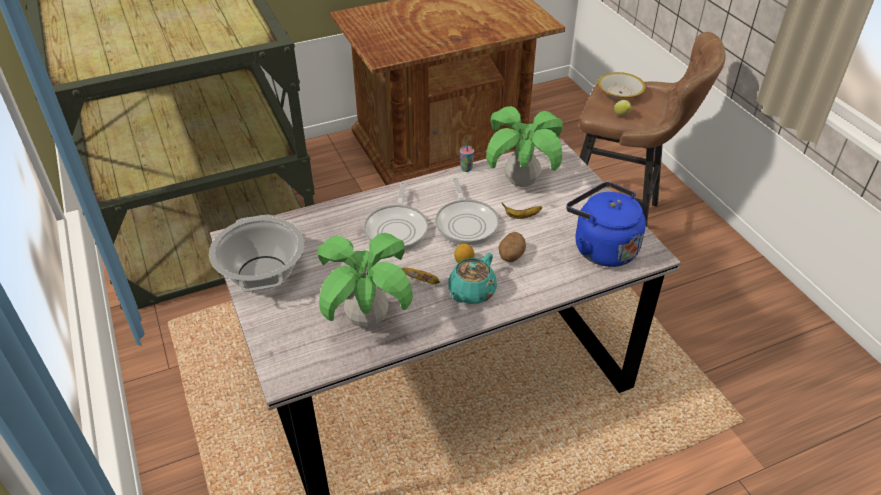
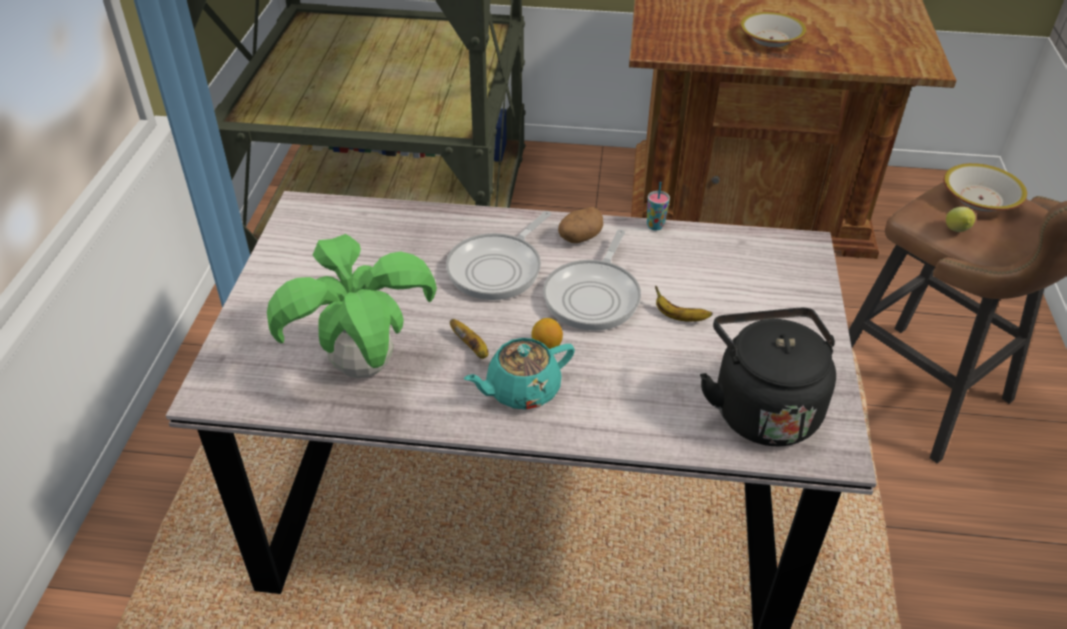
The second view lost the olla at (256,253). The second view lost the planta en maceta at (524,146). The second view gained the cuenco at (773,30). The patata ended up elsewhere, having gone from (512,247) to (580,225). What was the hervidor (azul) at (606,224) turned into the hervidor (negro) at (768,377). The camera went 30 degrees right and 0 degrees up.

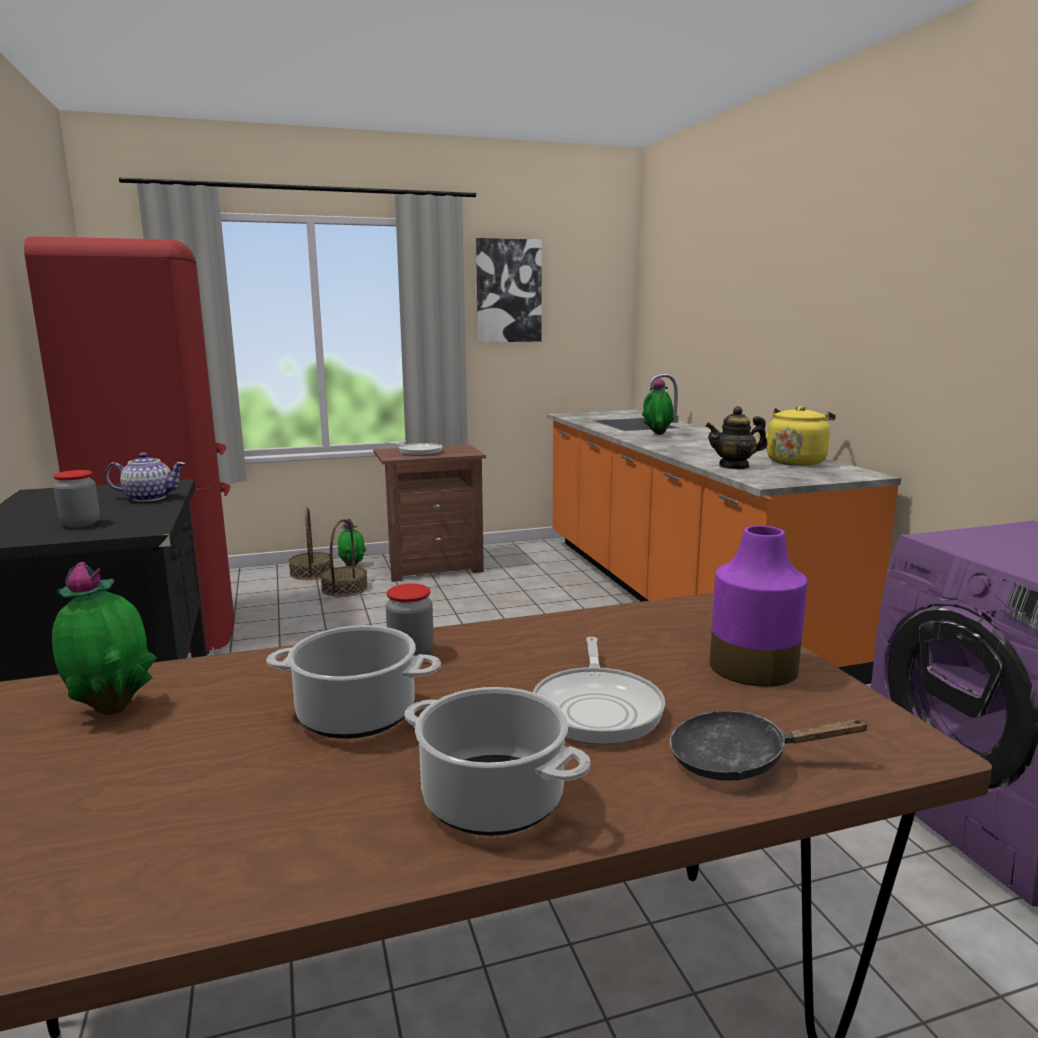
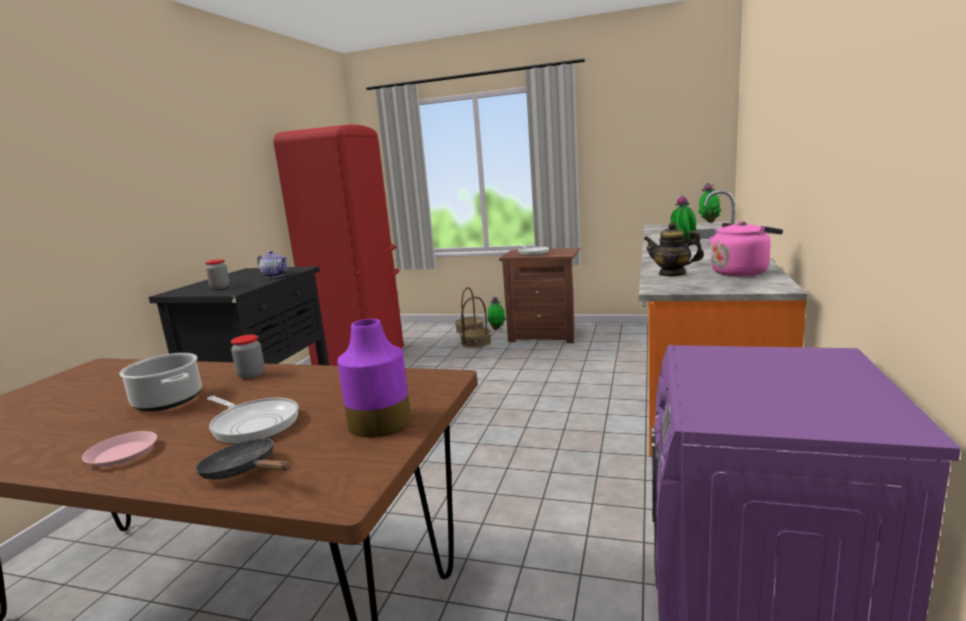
The second view lost the cuadro at (509,290). The planta en maceta ended up elsewhere, having gone from (104,638) to (710,203). Where the olla stood at (497,761), the plato (rosa) came to stand at (119,449). What was the hervidor (amarillo) at (797,436) turned into the hervidor (rosa) at (746,249). The sartén at (599,690) ended up facing another way, 90 degrees counterclockwise from before. The camera went 35 degrees right and 0 degrees up.

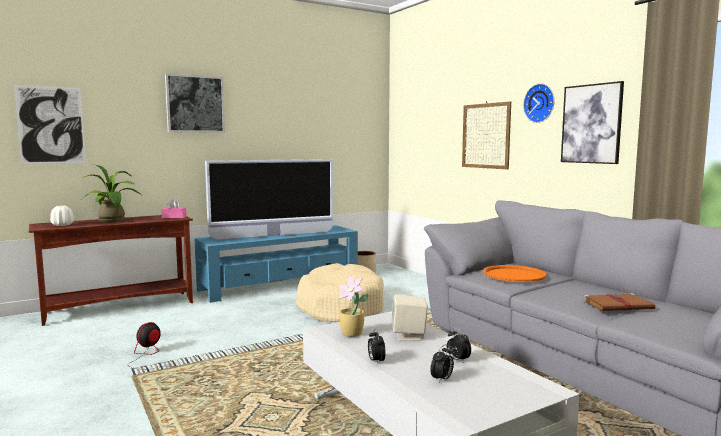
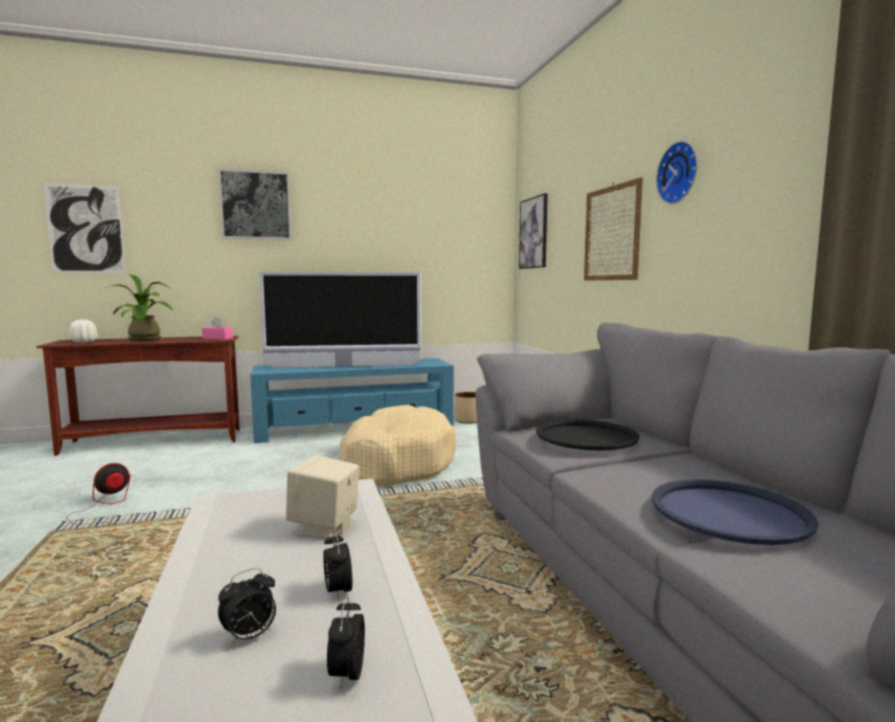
The second view lost the planta en maceta at (353,306). The despertador ended up elsewhere, having gone from (377,347) to (346,643). The cuadro ended up elsewhere, having gone from (592,122) to (533,231). Where the libro (marrón) stood at (619,302), the bandeja (azul) came to stand at (735,512). What was the bandeja (naranja) at (515,273) turned into the bandeja (negro) at (588,435). The camera went 15 degrees right and 0 degrees up.

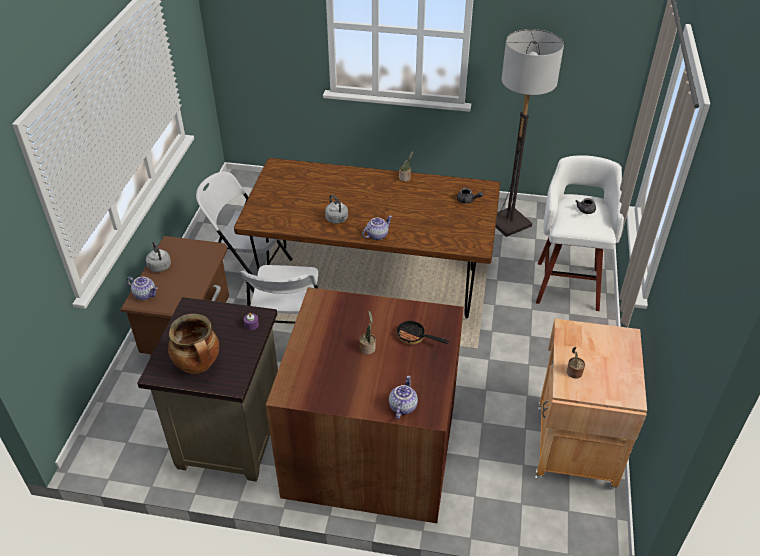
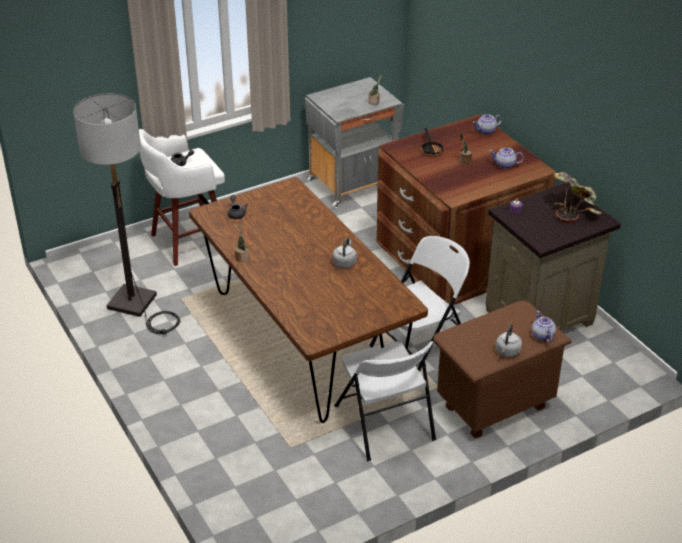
The tetera ended up elsewhere, having gone from (377,228) to (506,158). Where the olla stood at (194,344), the planta en maceta came to stand at (577,197). What was the carrito (marrón) at (591,404) turned into the carrito (gris) at (354,142). The camera went 130 degrees left and 5 degrees down.

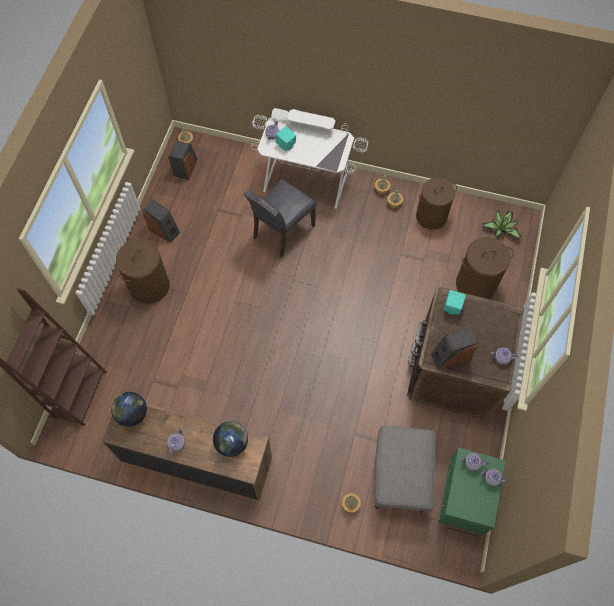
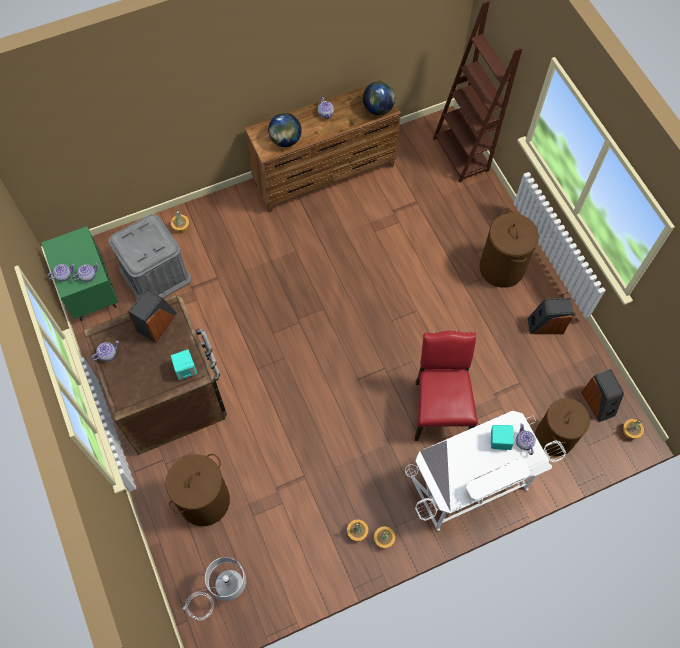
The cesto de la ropa (marrón) ended up elsewhere, having gone from (436,204) to (562,427). Where the puf (gris) stood at (404,469), the caja de almacenaje (gris) came to stand at (150,256). Where the planta en maceta stood at (502,225), the lámpara de mesa (gris) came to stand at (214,588). What was the silla (gris) at (279,218) turned into the silla (rojo) at (446,386). The camera went 140 degrees right and 0 degrees up.

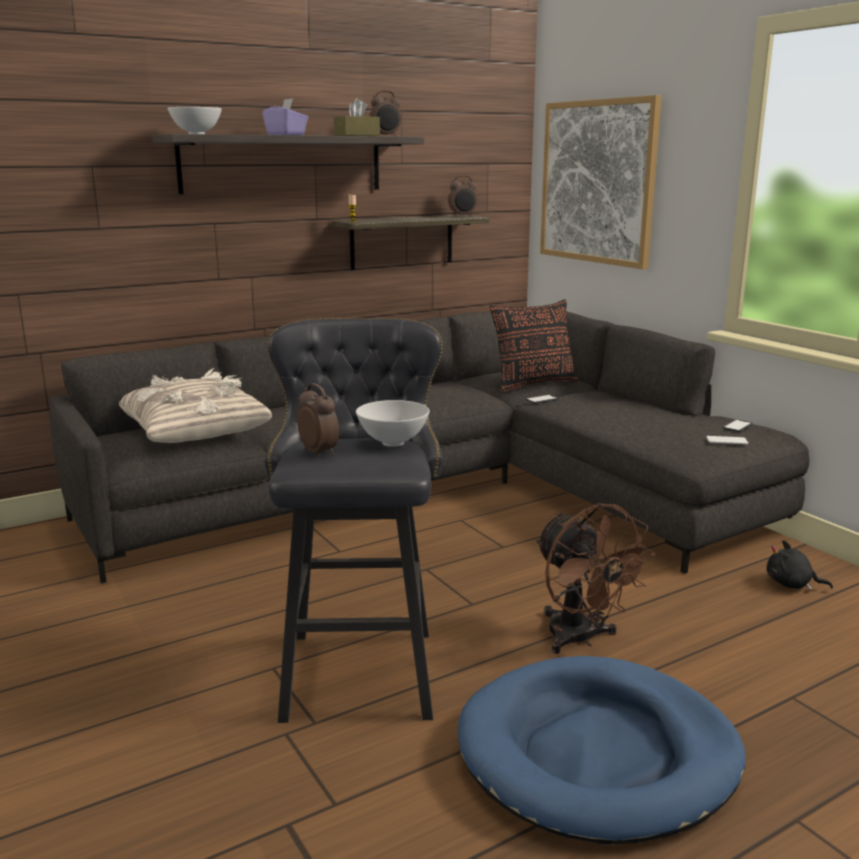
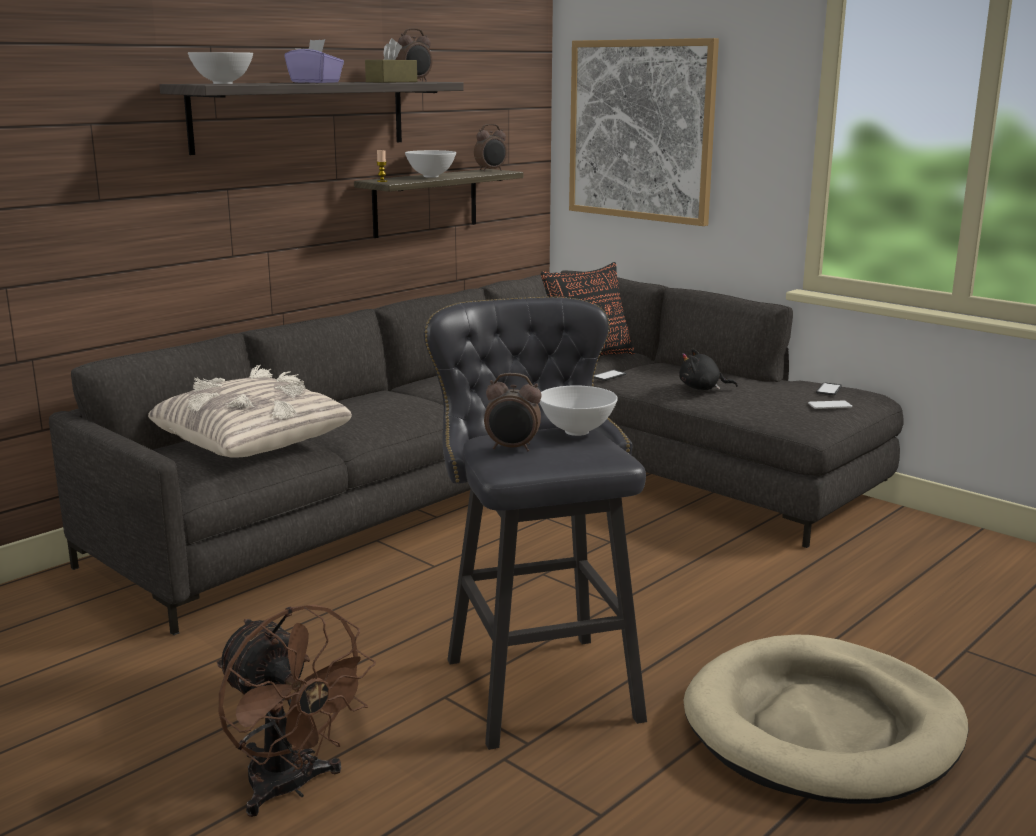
The second view gained the cuenco (blanco) at (430,163). The ventilador (marrón) ended up elsewhere, having gone from (595,578) to (296,711). The peluche (negro) ended up elsewhere, having gone from (799,565) to (708,369). What was the cama para perro (azul) at (602,750) turned into the cama para perro (beis) at (826,719). The despertador at (318,420) ended up facing another way, 150 degrees clockwise from before. The camera went 15 degrees left and 0 degrees up.

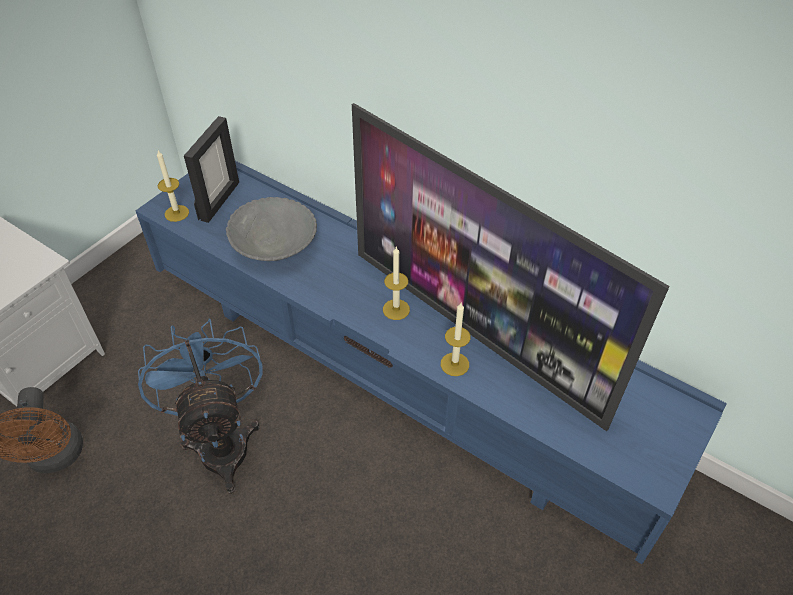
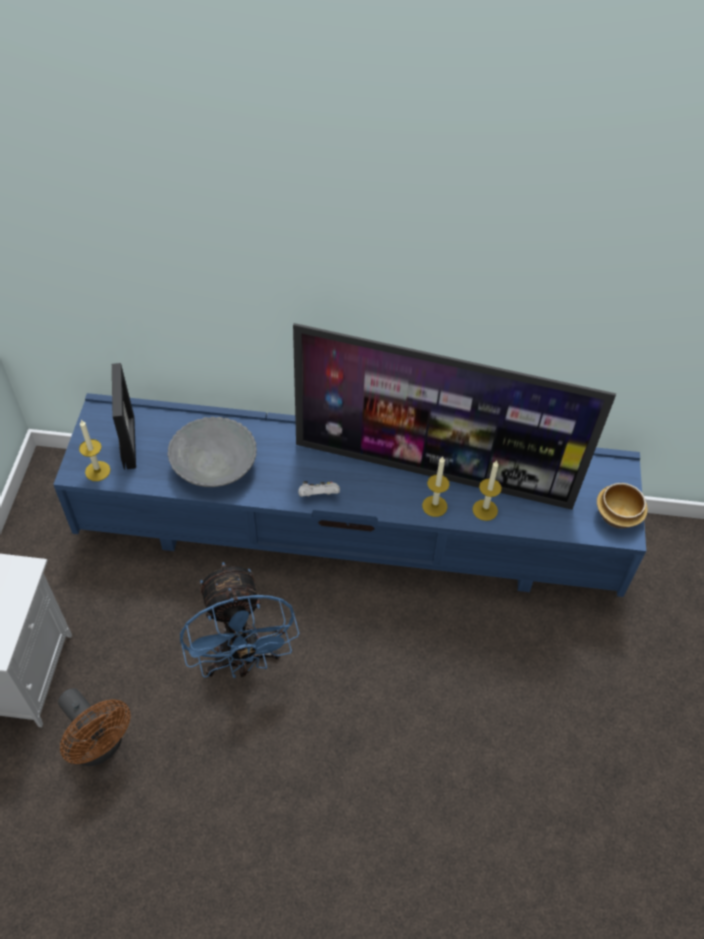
The second view gained the mando de consola (blanco) at (319,489). The second view gained the cuenco at (622,506). The vela ended up elsewhere, having gone from (396,283) to (487,491). The ventilador (azul) at (200,406) ended up facing another way, 150 degrees counterclockwise from before. The camera went 30 degrees left and 5 degrees up.

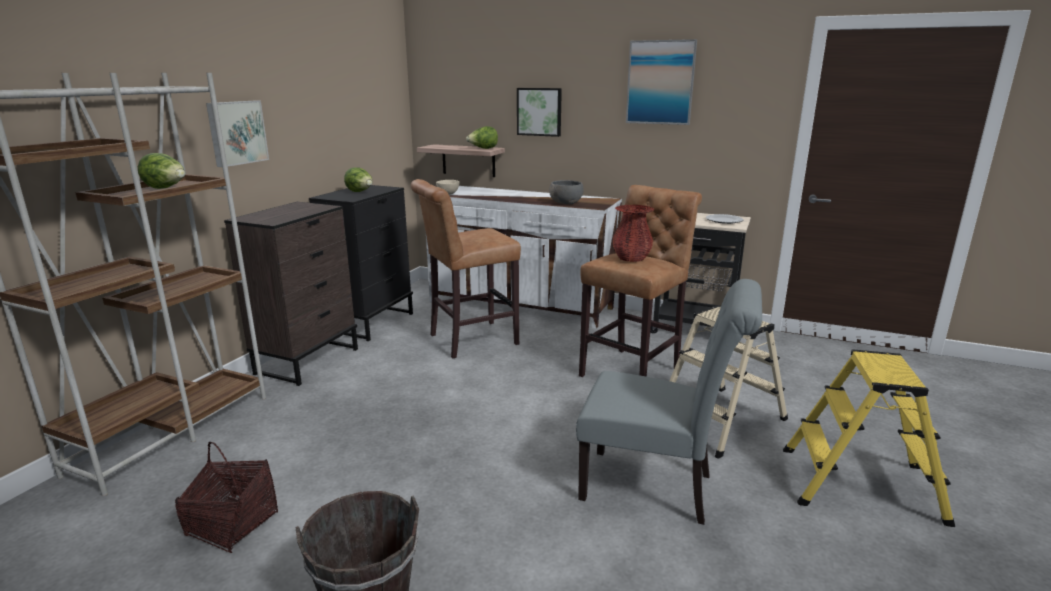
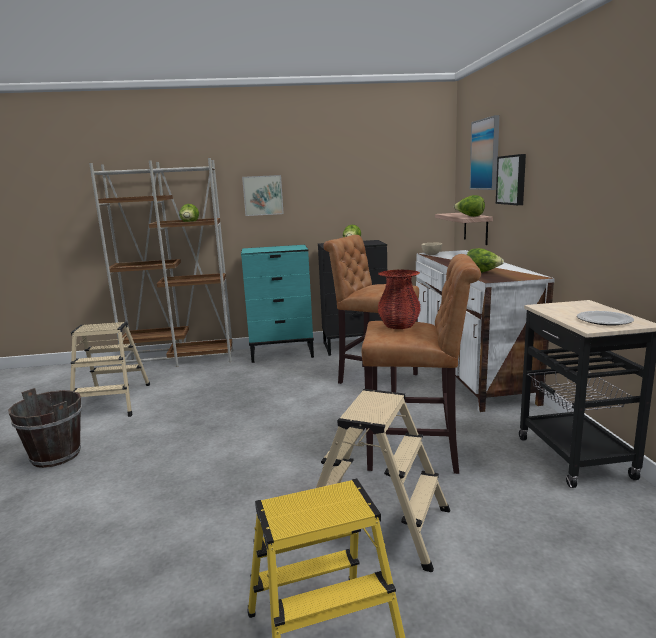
The second view lost the silla (gris) at (669,402). The cuadro ended up elsewhere, having gone from (661,82) to (485,152). Where the cesta stood at (226,497), the escalera de tijera (beis) came to stand at (110,369). Where the cuenco (gris) stood at (566,192), the lechuga came to stand at (485,260). What was the cómoda (marrón) at (291,294) turned into the cómoda (turquesa) at (277,304). The camera went 60 degrees right and 5 degrees down.

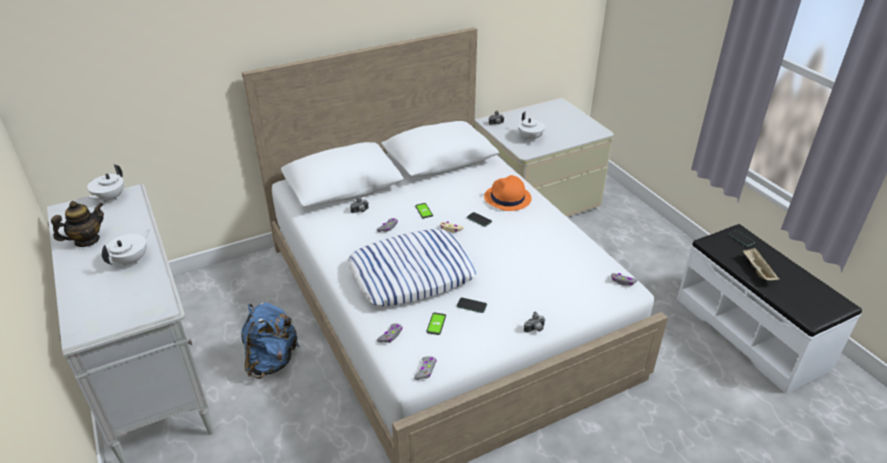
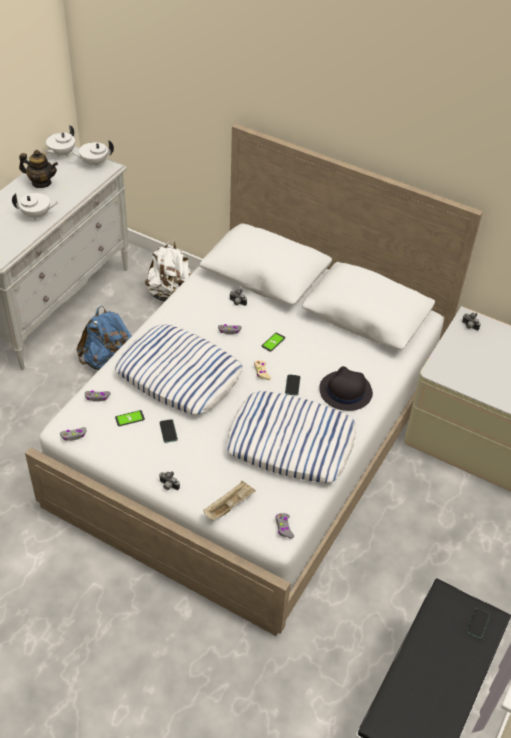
The second view gained the mochila (blanco) at (168,271). The second view gained the cojín at (291,437). The tetera (blanco) ended up elsewhere, having gone from (531,126) to (60,141). The bandeja (beis) ended up elsewhere, having gone from (761,264) to (229,501). What was the sombrero (naranja) at (508,193) turned into the sombrero (negro) at (346,388). The camera went 55 degrees right and 10 degrees up.

